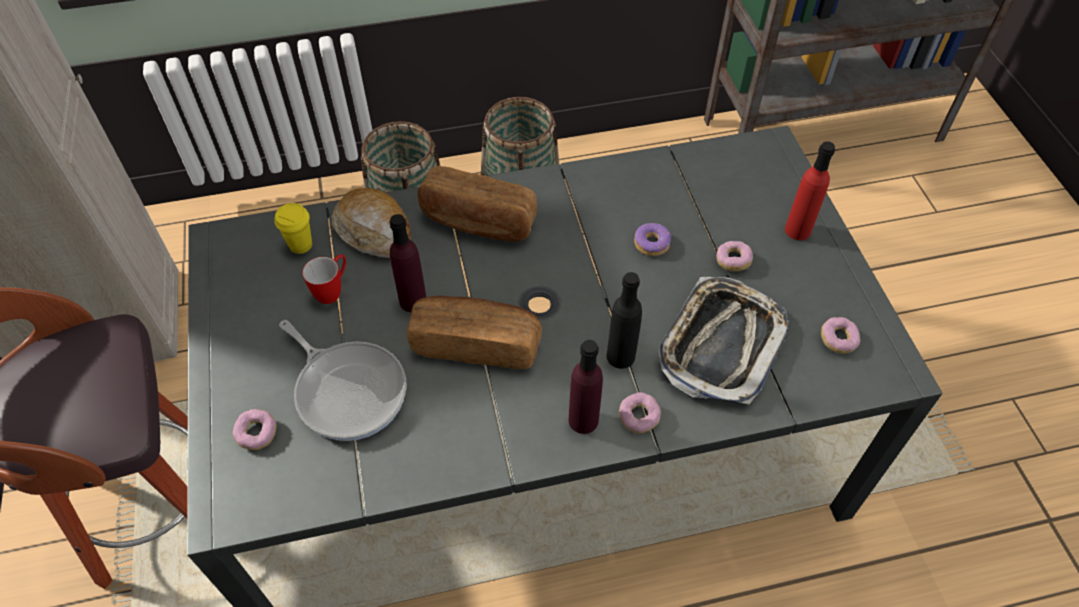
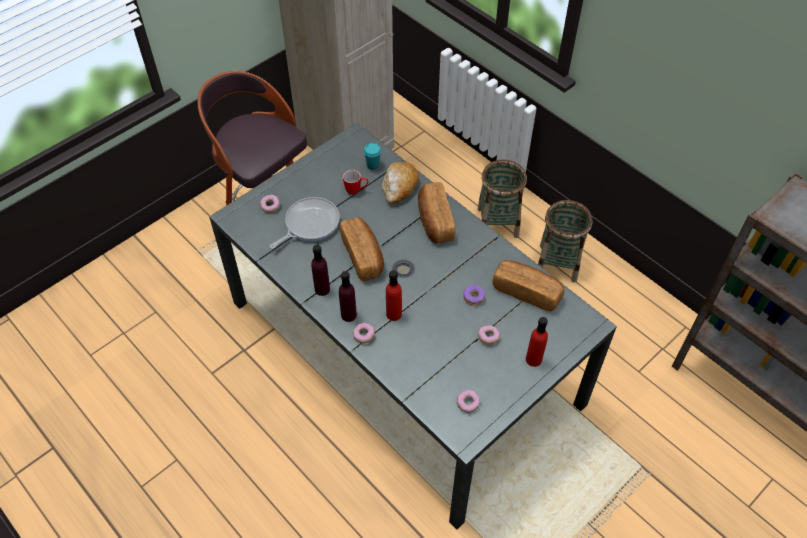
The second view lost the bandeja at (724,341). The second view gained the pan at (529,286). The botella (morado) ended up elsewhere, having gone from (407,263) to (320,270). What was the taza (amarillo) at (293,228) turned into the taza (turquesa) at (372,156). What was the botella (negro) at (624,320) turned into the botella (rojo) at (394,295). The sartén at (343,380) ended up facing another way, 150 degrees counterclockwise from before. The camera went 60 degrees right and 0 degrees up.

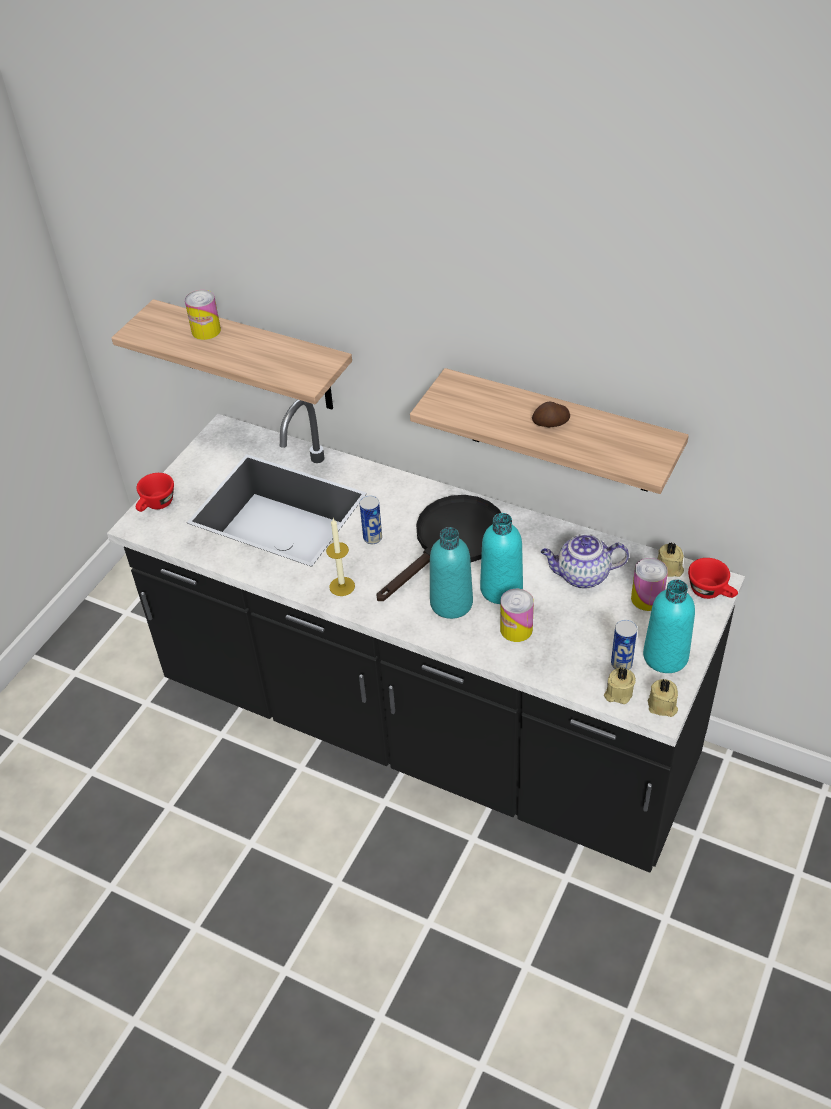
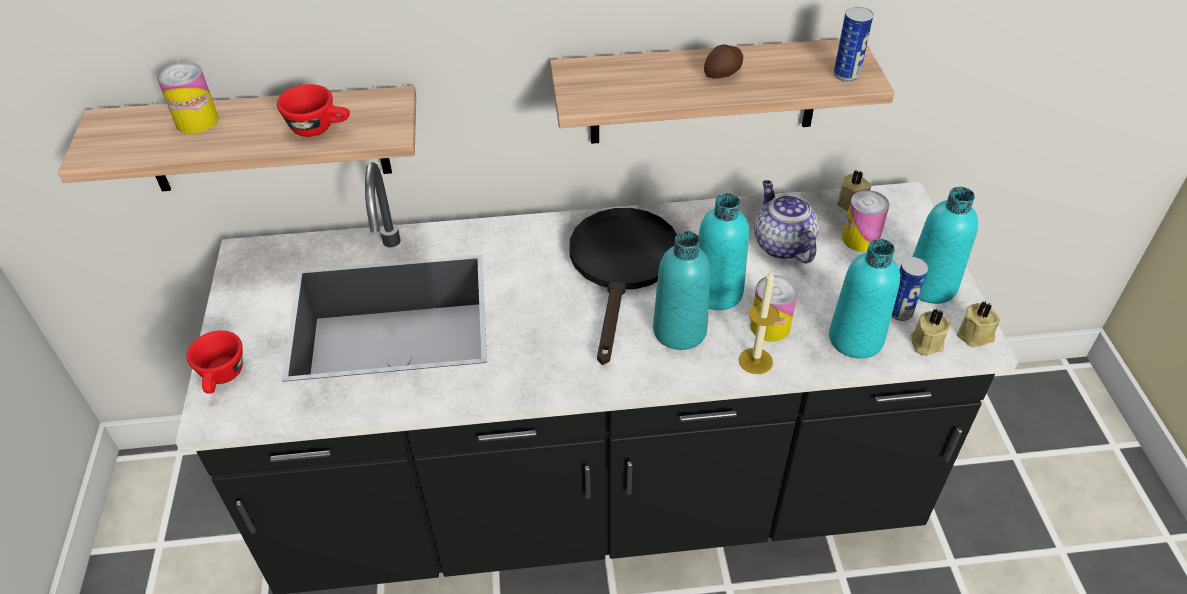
The second view gained the botella (turquesa) at (864,299). The vela ended up elsewhere, having gone from (340,557) to (759,322). The lata ended up elsewhere, having gone from (370,520) to (853,44). The taza (rojo) ended up elsewhere, having gone from (713,578) to (313,110). The tetera at (585,561) ended up facing another way, 105 degrees clockwise from before. The camera went 35 degrees left and 0 degrees up.

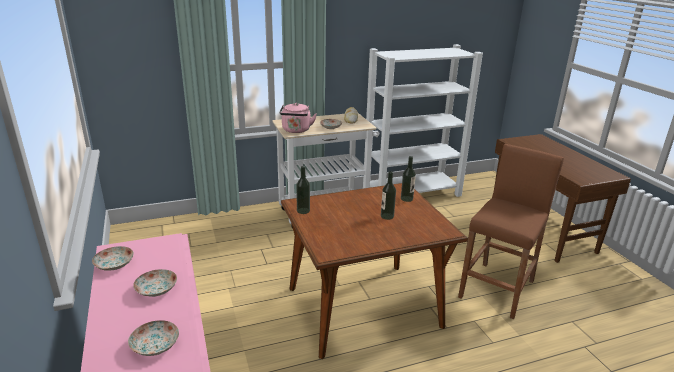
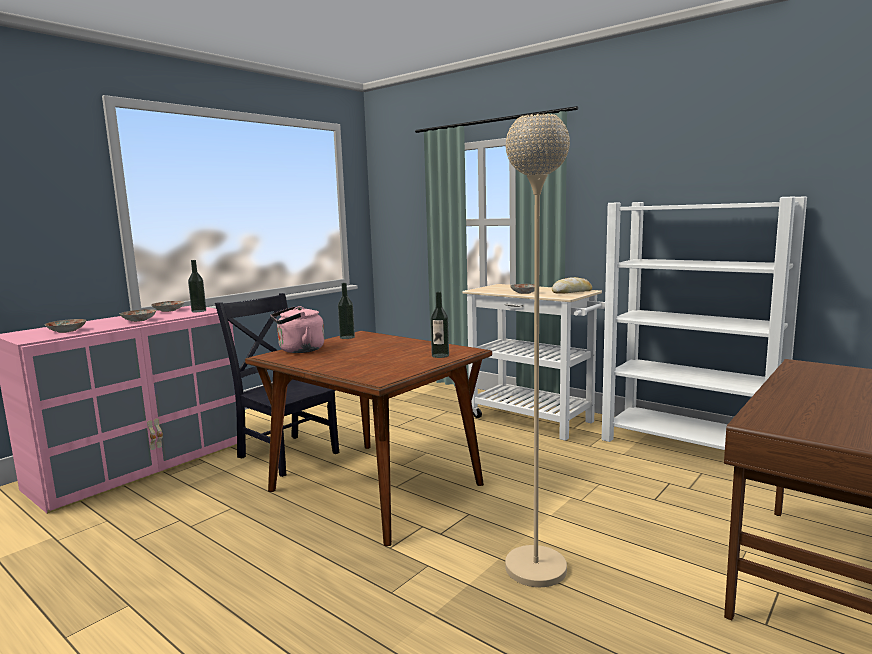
The second view gained the silla (negro) at (277,385). The hervidor (rosa) ended up elsewhere, having gone from (298,118) to (297,329). The botella ended up elsewhere, having gone from (388,195) to (197,286). Where the taburete (marrón) stood at (511,231), the lámpara de pie (beis) came to stand at (537,350). The camera went 60 degrees right and 15 degrees down.

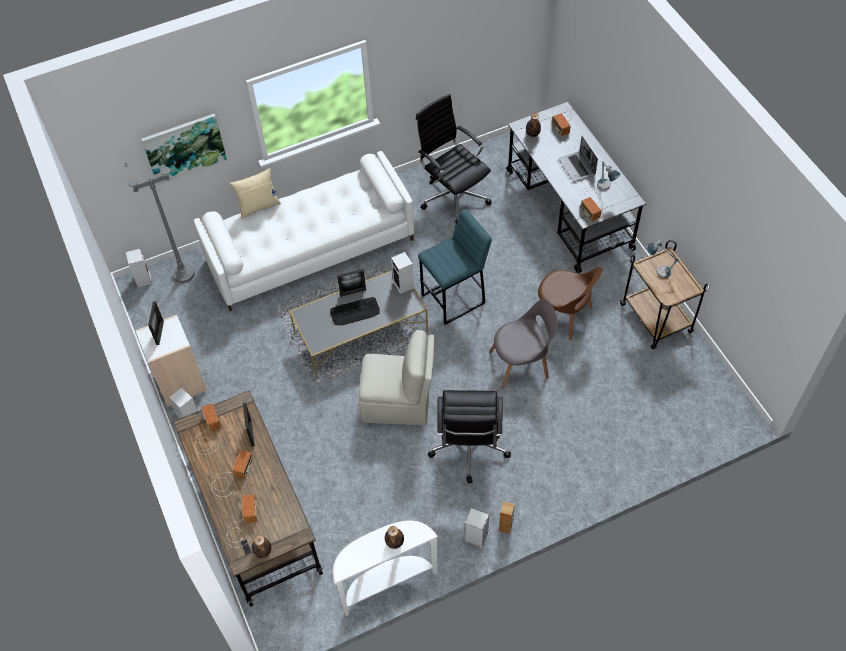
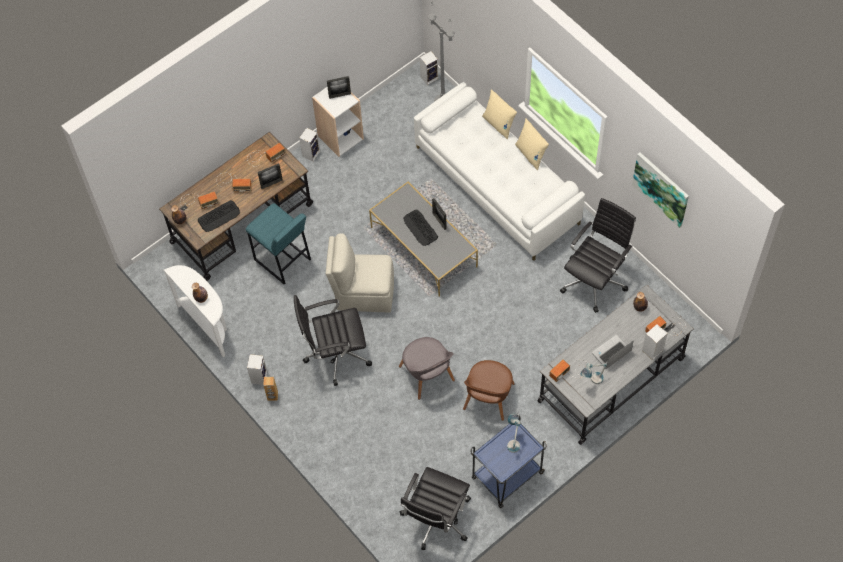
The second view gained the teclado at (219,216). The second view gained the silla de oficina (negro) at (435,508). The second view gained the cojín (beis) at (532,144). The cuadro ended up elsewhere, having gone from (184,149) to (660,190). The altavoz ended up elsewhere, having gone from (402,273) to (655,342). The taburete (turquesa) ended up elsewhere, having gone from (455,267) to (278,243). What was the carrito (marrón) at (664,294) turned into the carrito (azul) at (508,460). The silla (beis) at (397,377) ended up facing another way, 105 degrees clockwise from before. The camera went 75 degrees right and 5 degrees up.

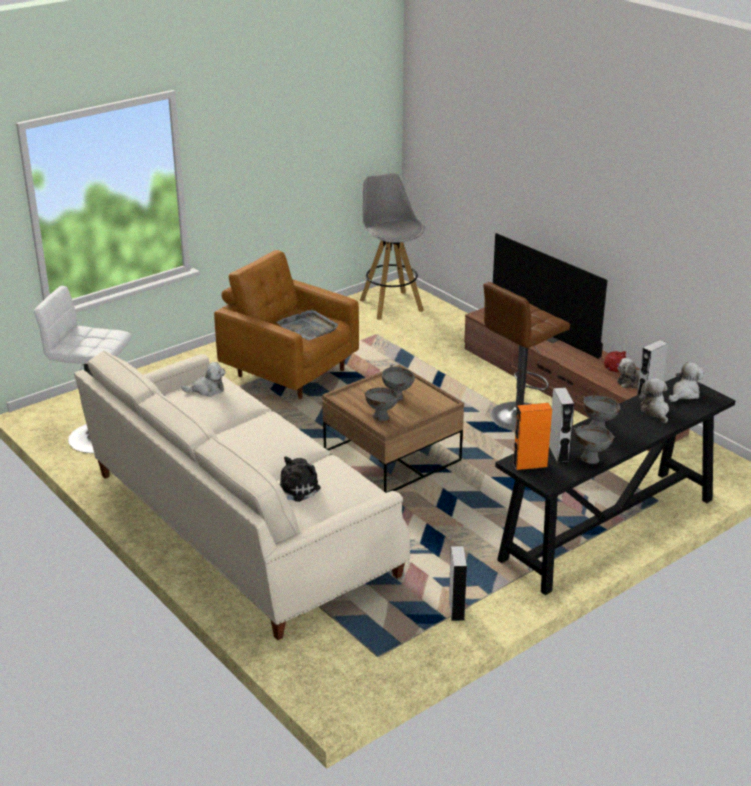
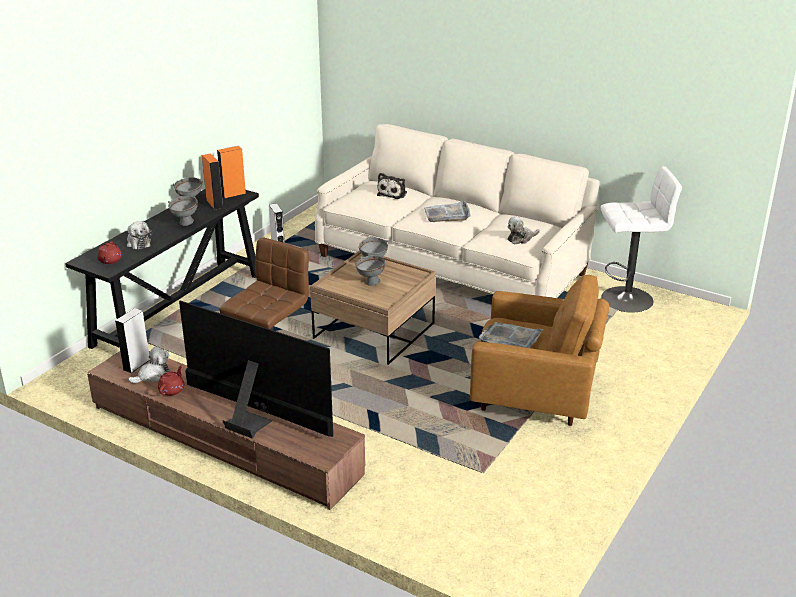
The second view lost the taburete (gris) at (392,246). The second view gained the bandeja (gris) at (447,211). Where the peluche stood at (686,382), the tetera (rojo) came to stand at (109,252). What was the altavoz (gris) at (561,425) turned into the altavoz (naranja) at (212,181). The camera went 160 degrees right and 0 degrees up.

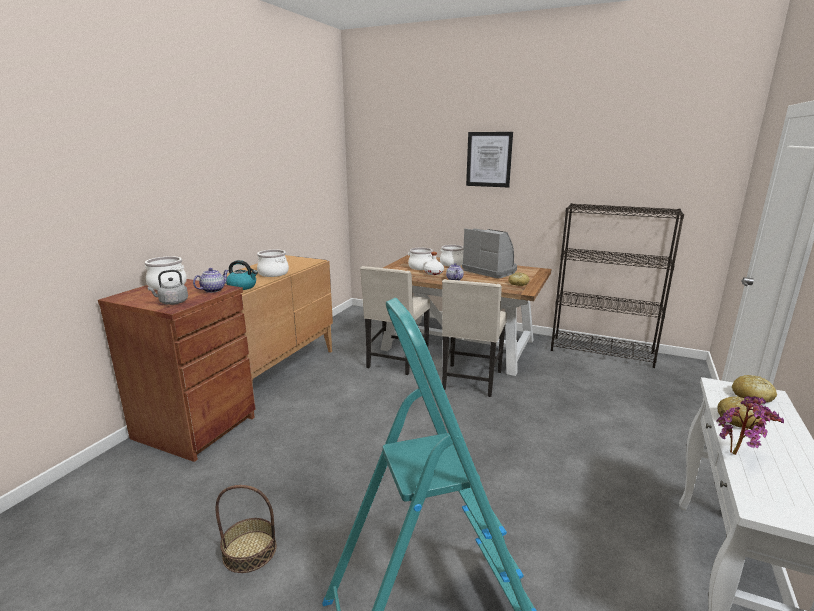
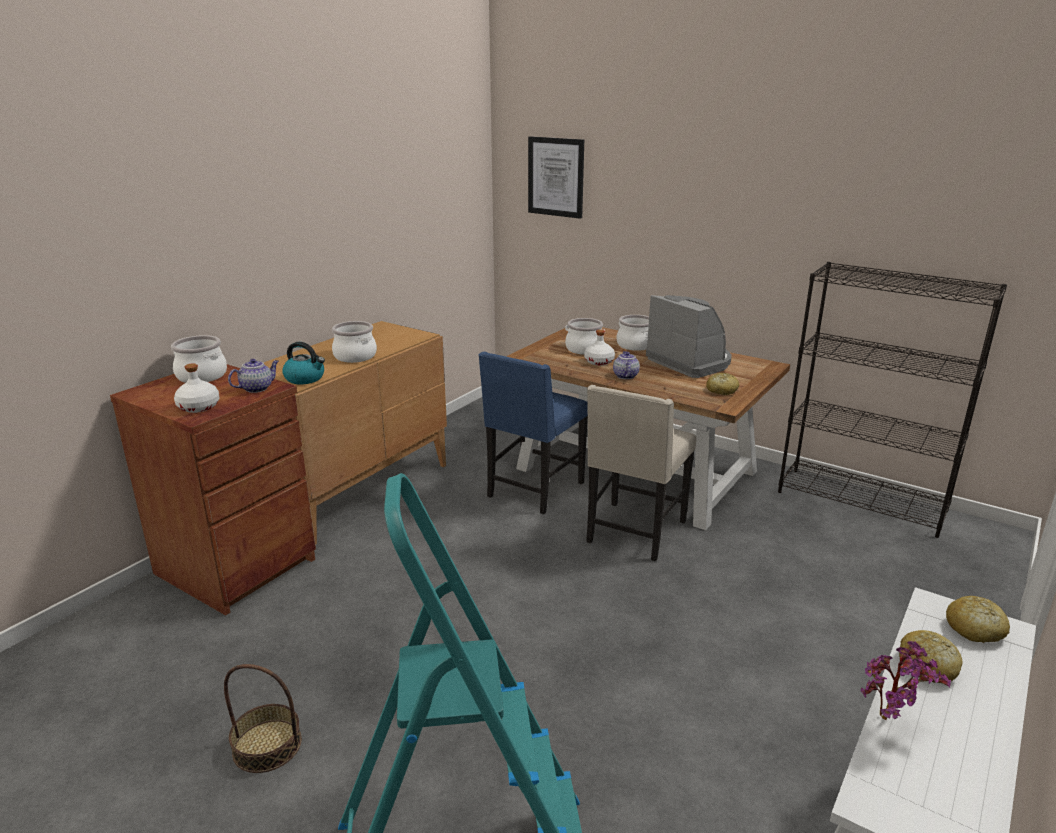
The cuadro ended up elsewhere, having gone from (489,159) to (556,177). Where the hervidor (gris) stood at (168,287), the botella (blanco) came to stand at (196,388). What was the silla (beis) at (395,320) turned into the silla (azul) at (533,433). The camera went 10 degrees right and 5 degrees up.

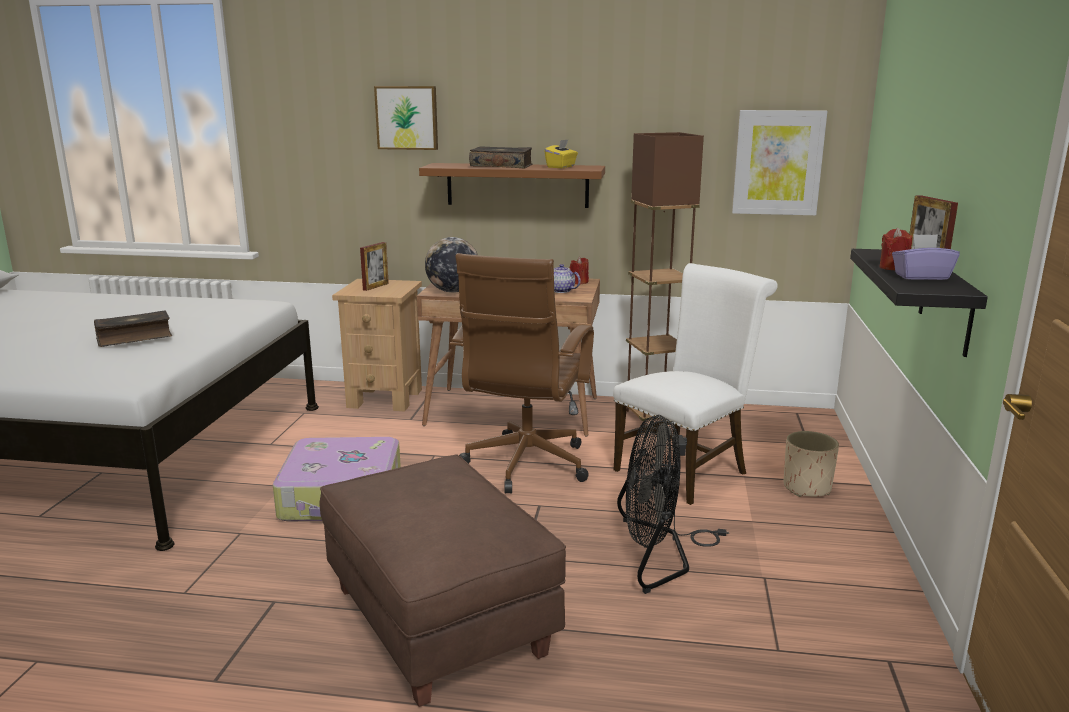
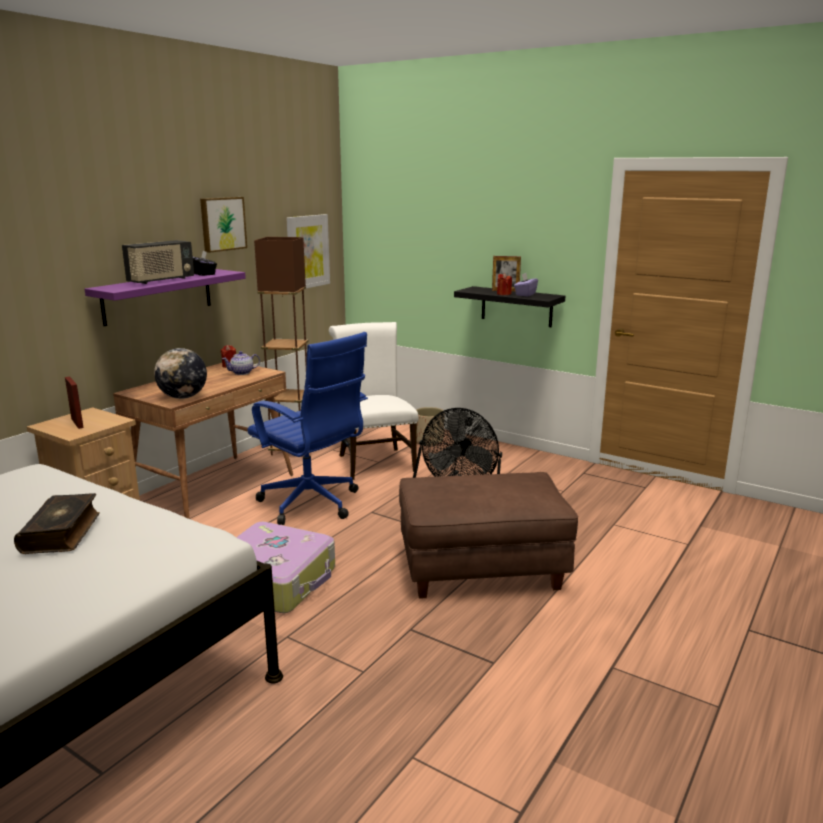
The cuadro ended up elsewhere, having gone from (406,118) to (223,225). Where the libro stood at (500,157), the radio came to stand at (158,262). What was the estante (marrón) at (512,185) turned into the estante (morado) at (165,297). What was the silla de oficina (marrón) at (522,373) turned into the silla de oficina (azul) at (307,428). What was the caja de pañuelos (amarillo) at (561,153) turned into the caja de pañuelos (negro) at (205,263). The camera went 65 degrees left and 0 degrees up.

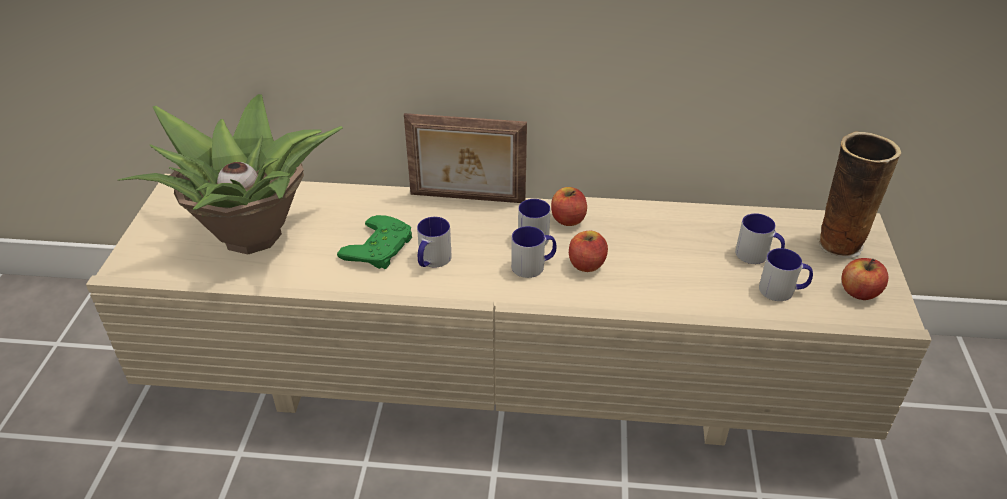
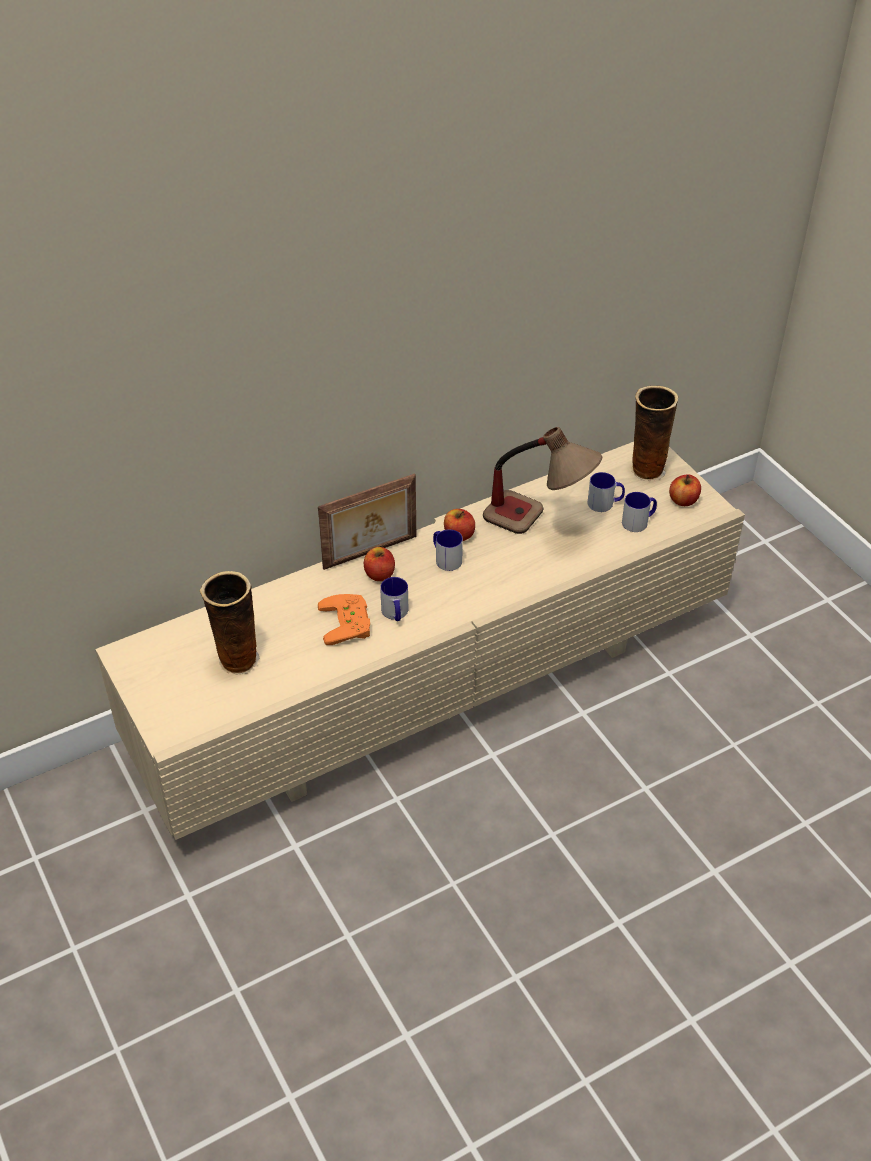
The second view lost the taza grande at (533,252). The second view gained the lámpara de mesa at (542,480). The manzana ended up elsewhere, having gone from (588,251) to (379,564). Where the planta en maceta stood at (230,174), the florero came to stand at (229,623). What was the mando de consola (verde) at (374,242) turned into the mando de consola (naranja) at (344,619). The camera went 35 degrees left and 5 degrees up.

